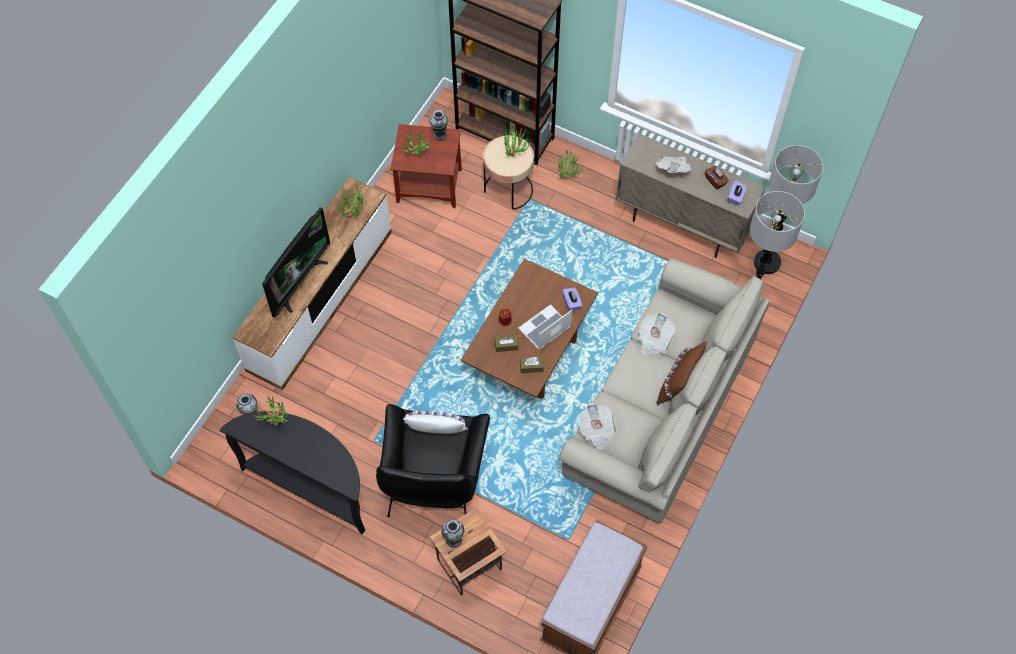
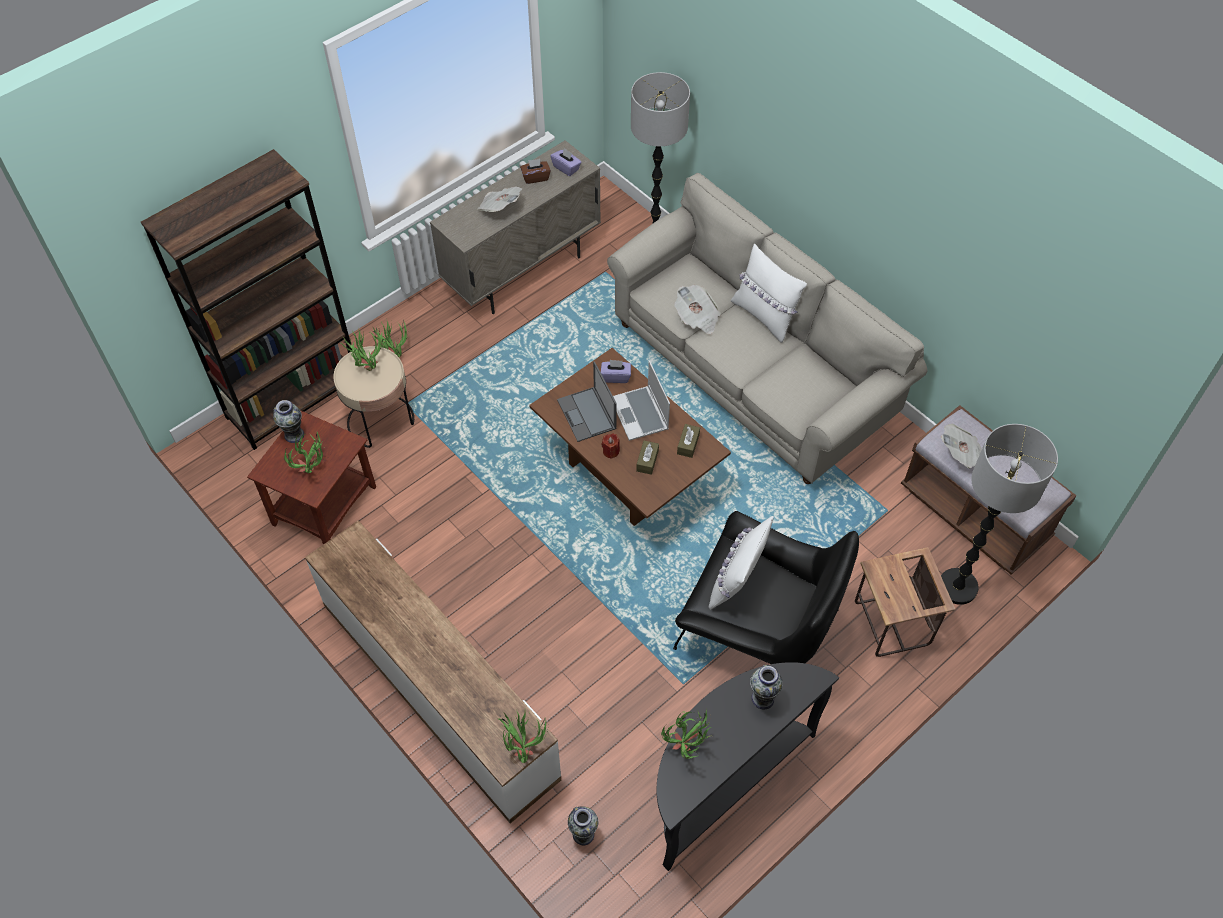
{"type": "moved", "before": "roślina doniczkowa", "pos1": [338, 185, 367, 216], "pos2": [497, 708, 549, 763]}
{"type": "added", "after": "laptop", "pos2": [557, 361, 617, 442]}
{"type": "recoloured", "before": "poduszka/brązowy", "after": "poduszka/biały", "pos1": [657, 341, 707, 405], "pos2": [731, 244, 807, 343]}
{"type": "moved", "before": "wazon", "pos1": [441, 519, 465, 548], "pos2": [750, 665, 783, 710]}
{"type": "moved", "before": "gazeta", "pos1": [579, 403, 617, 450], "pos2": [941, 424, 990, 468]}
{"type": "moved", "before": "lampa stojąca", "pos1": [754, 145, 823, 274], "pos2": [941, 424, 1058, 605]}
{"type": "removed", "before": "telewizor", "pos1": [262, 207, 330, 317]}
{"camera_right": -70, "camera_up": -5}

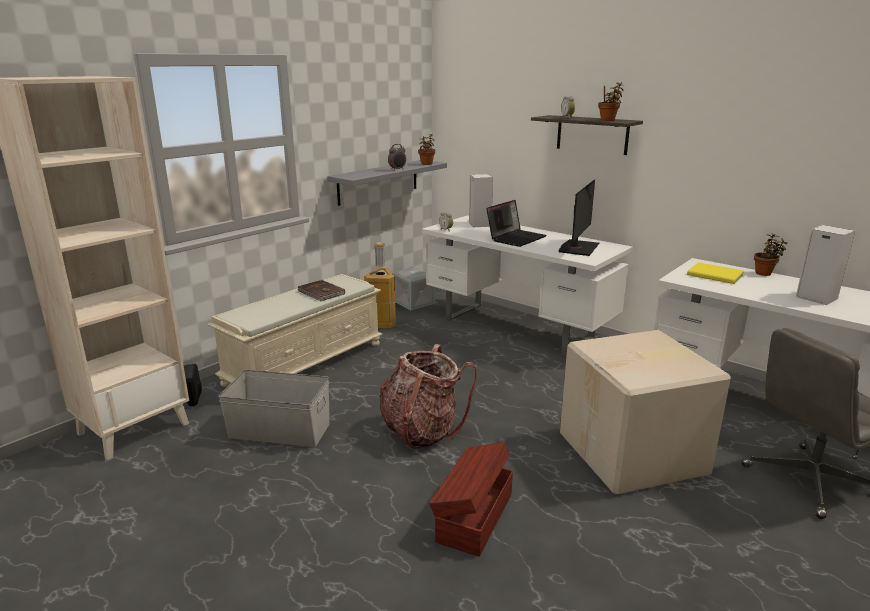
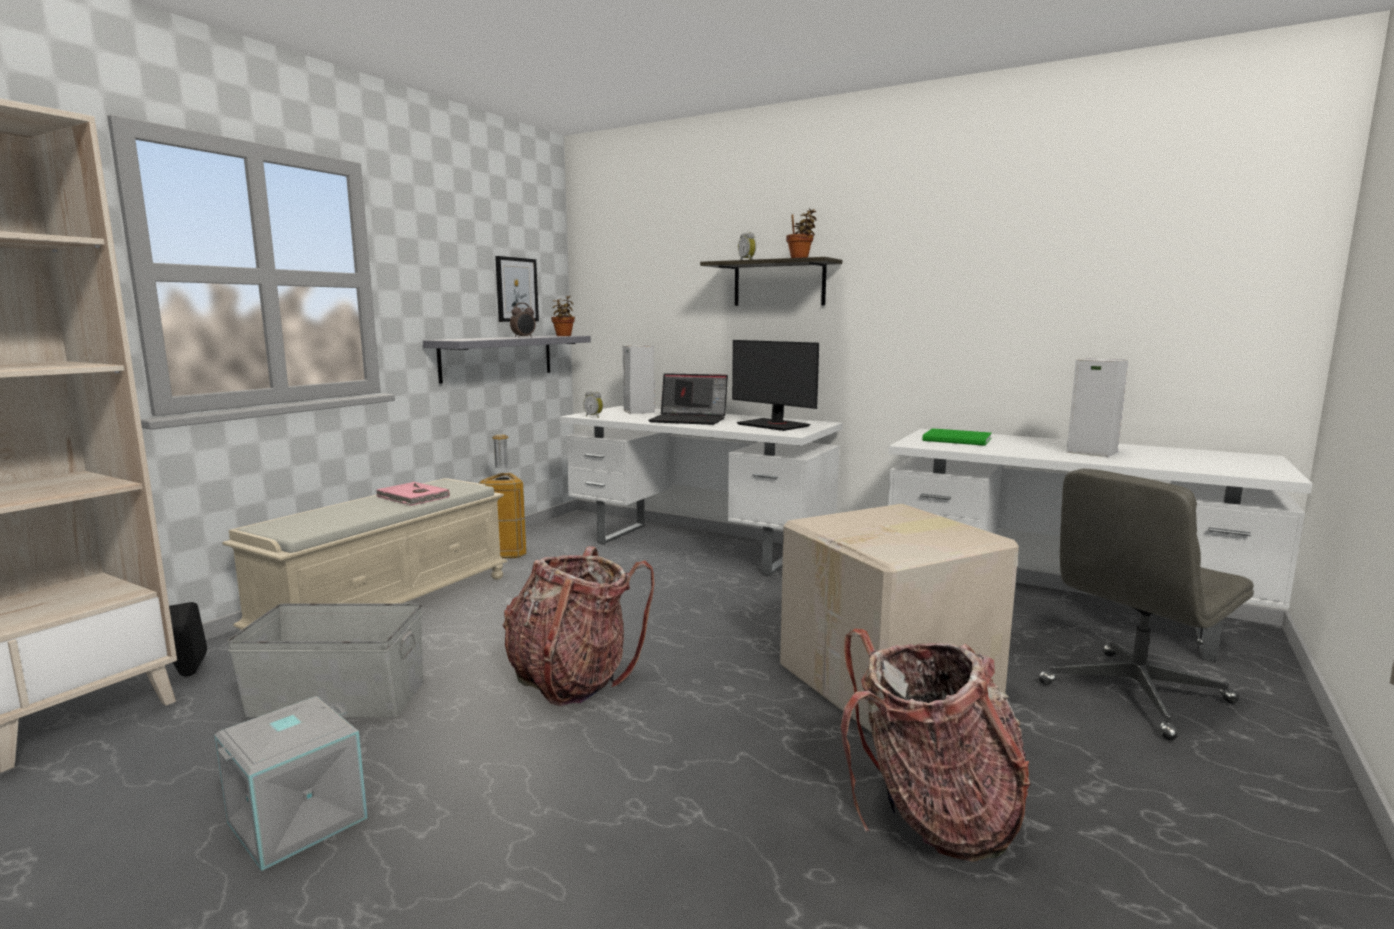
{"type": "moved", "before": "pojemnik do przechowywania/szary", "pos1": [393, 268, 435, 310], "pos2": [215, 696, 367, 871]}
{"type": "recoloured", "before": "książka/brązowy", "after": "książka/różowy", "pos1": [297, 280, 345, 301], "pos2": [376, 482, 449, 506]}
{"type": "added", "after": "obraz", "pos2": [495, 256, 539, 322]}
{"type": "turned", "before": "laptop", "pos1": [486, 200, 547, 247], "pos2": [648, 373, 728, 425], "turn": 75}
{"type": "turned", "before": "monitor", "pos1": [558, 180, 599, 256], "pos2": [732, 340, 819, 431], "turn": 120}
{"type": "added", "after": "plecak", "pos2": [841, 629, 1030, 862]}
{"type": "recoloured", "before": "książka/żółty", "after": "książka/zielony", "pos1": [687, 262, 744, 284], "pos2": [922, 428, 992, 446]}
{"type": "removed", "before": "pojemnik do przechowywania/brązowy", "pos1": [429, 442, 513, 557]}
{"type": "removed", "before": "roślina doniczkowa", "pos1": [754, 233, 788, 276]}
{"camera_right": -10, "camera_up": -10}

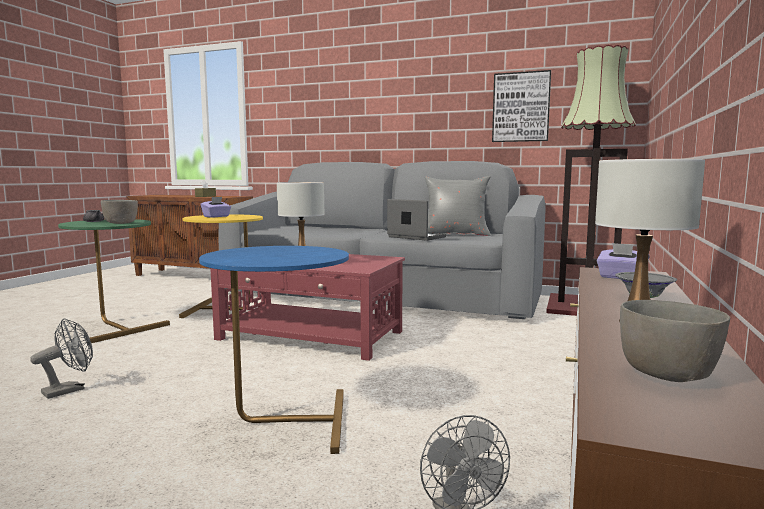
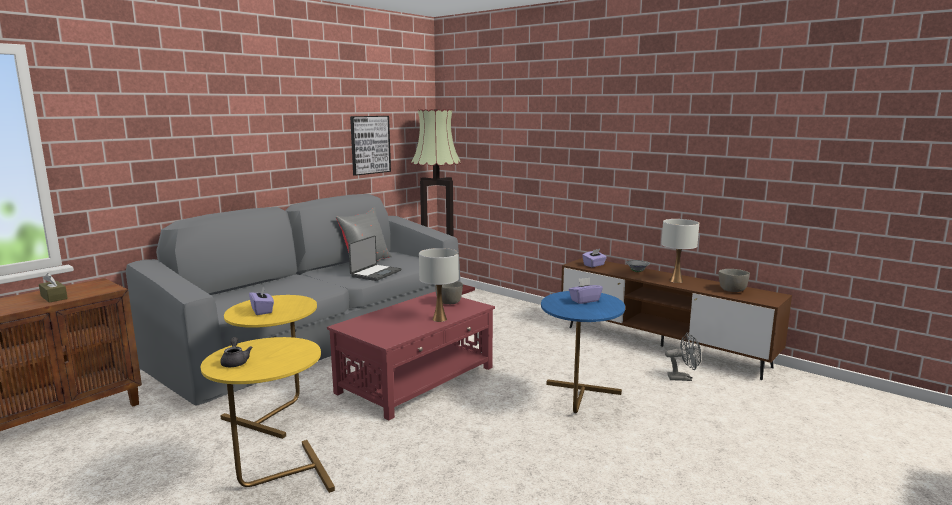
{"type": "recoloured", "before": "stolik/zielony", "after": "stolik/żółty", "pos1": [58, 219, 170, 343], "pos2": [201, 337, 335, 493]}
{"type": "turned", "before": "laptop", "pos1": [387, 199, 446, 241], "pos2": [348, 235, 401, 281], "turn": 150}
{"type": "moved", "before": "miska/szary", "pos1": [101, 200, 138, 224], "pos2": [435, 281, 463, 304]}
{"type": "added", "after": "pudełko chusteczek/fioletowy", "pos2": [569, 277, 603, 304]}
{"type": "removed", "before": "wentylator/szary", "pos1": [30, 318, 93, 399]}
{"camera_right": -70, "camera_up": 5}

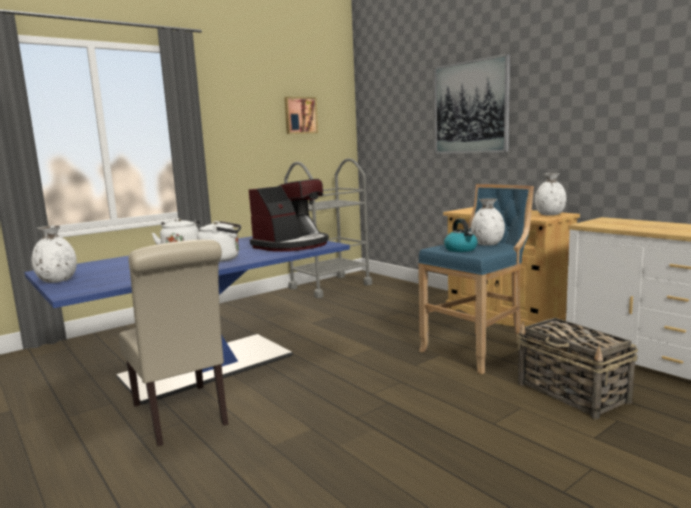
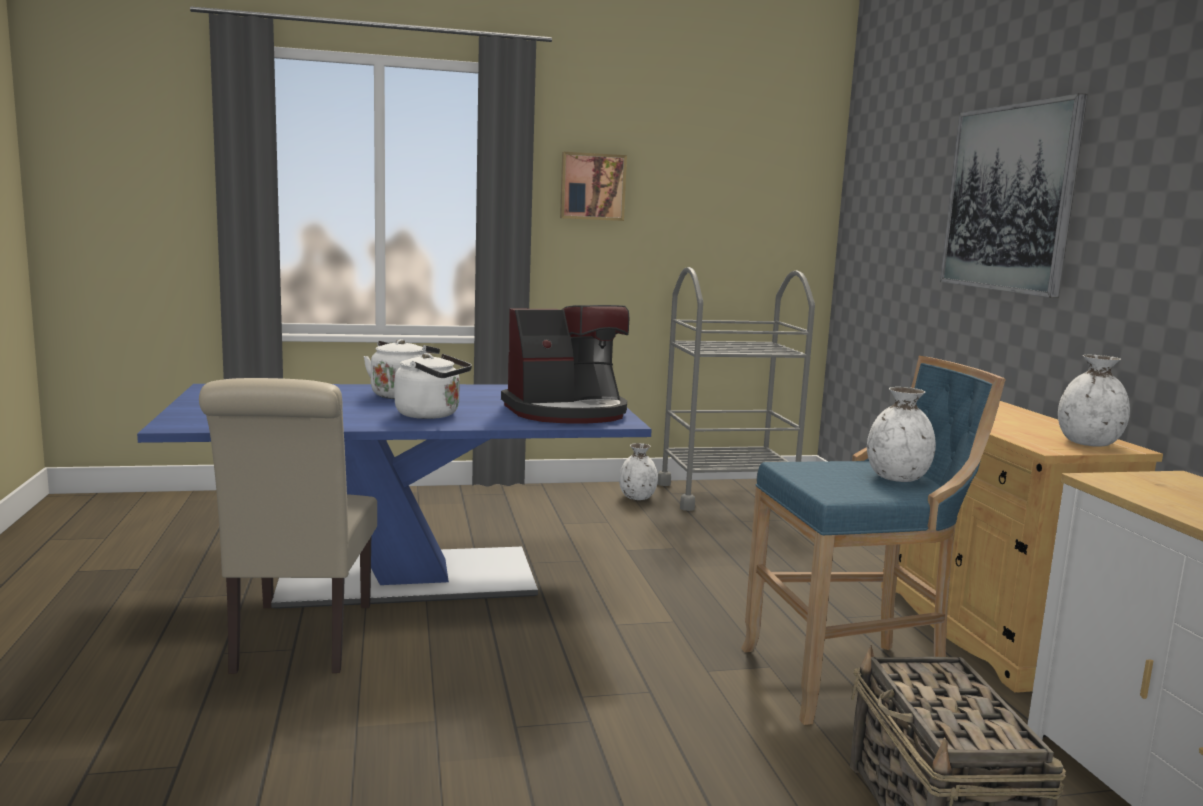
{"type": "moved", "before": "obraz", "pos1": [284, 97, 318, 134], "pos2": [560, 152, 627, 221]}
{"type": "moved", "before": "wazon/biały", "pos1": [32, 225, 77, 283], "pos2": [619, 443, 658, 500]}
{"type": "removed", "before": "czajnik", "pos1": [444, 219, 478, 252]}
{"camera_right": 25, "camera_up": 0}

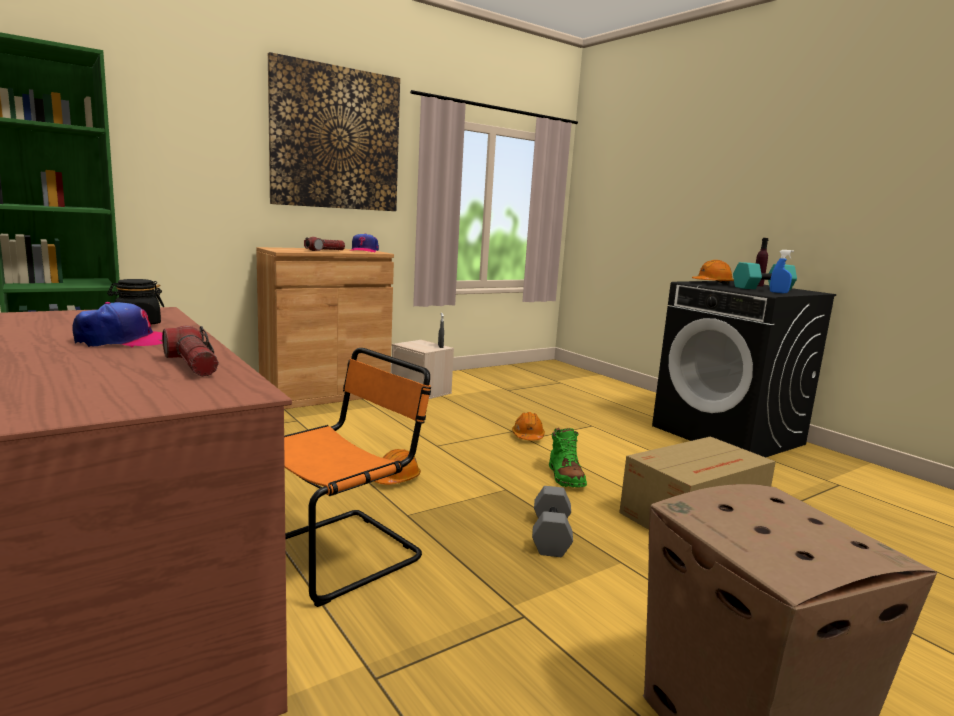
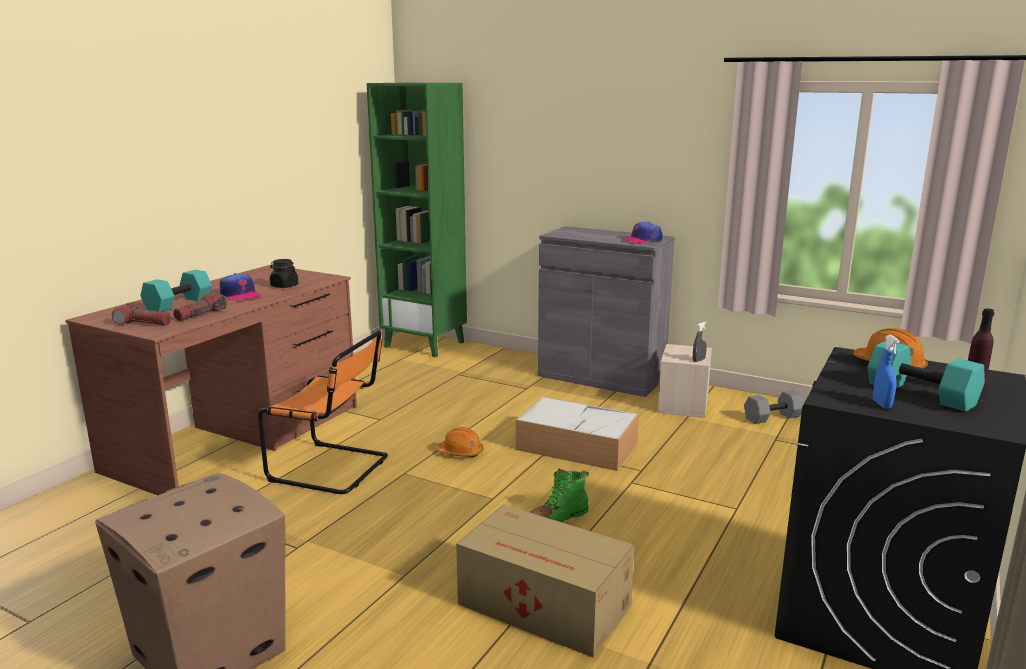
{"type": "moved", "before": "latarka", "pos1": [304, 237, 345, 251], "pos2": [112, 304, 171, 326]}
{"type": "added", "after": "hantel/turkusowy", "pos2": [140, 270, 212, 312]}
{"type": "added", "after": "pojemnik do przechowywania", "pos2": [516, 397, 639, 471]}
{"type": "recoloured", "before": "szafka/brązowy", "after": "szafka/szary", "pos1": [256, 247, 394, 409], "pos2": [538, 226, 674, 397]}
{"type": "moved", "before": "hantel/szary", "pos1": [532, 486, 573, 557], "pos2": [744, 390, 804, 424]}
{"type": "removed", "before": "obraz", "pos1": [268, 52, 400, 211]}
{"type": "removed", "before": "kask/pomarańczowy", "pos1": [512, 412, 545, 441]}
{"camera_right": 65, "camera_up": 5}

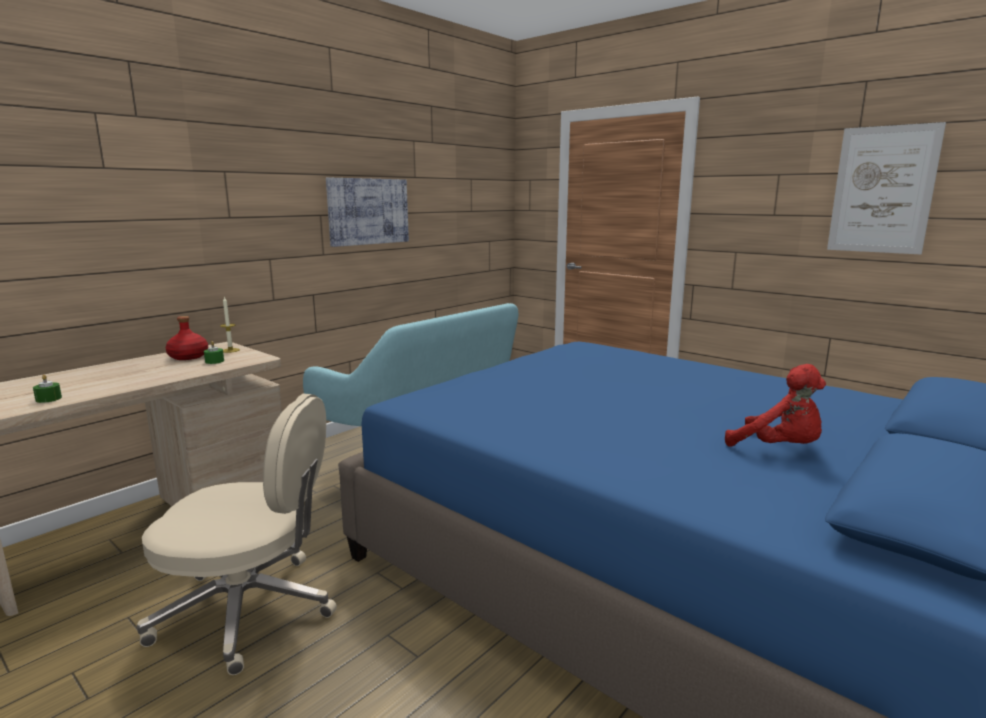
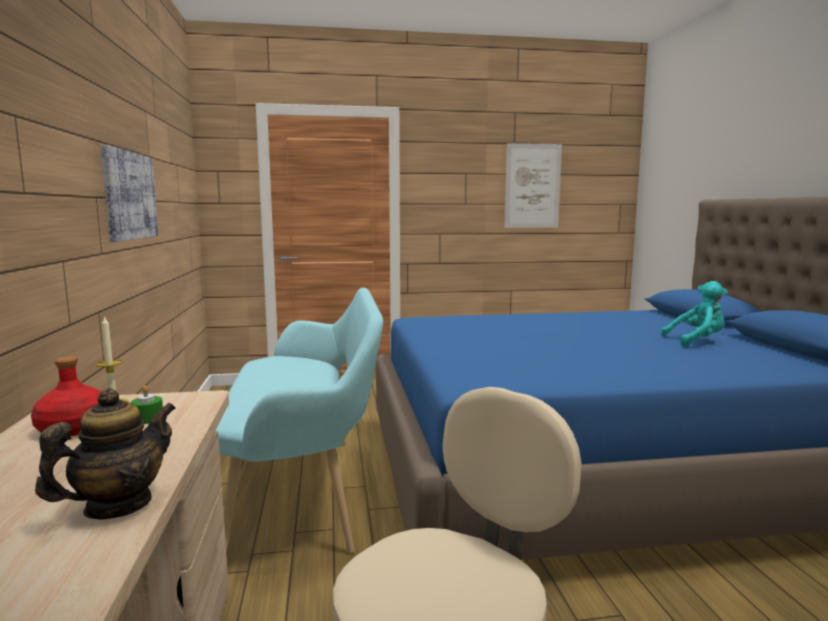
{"type": "added", "after": "imbryk", "pos2": [35, 387, 176, 520]}
{"type": "recoloured", "before": "pluszak/czerwony", "after": "pluszak/turkusowy", "pos1": [725, 364, 826, 447], "pos2": [661, 281, 728, 347]}
{"type": "removed", "before": "świeca/zielony", "pos1": [33, 374, 62, 403]}
{"camera_right": -50, "camera_up": -5}

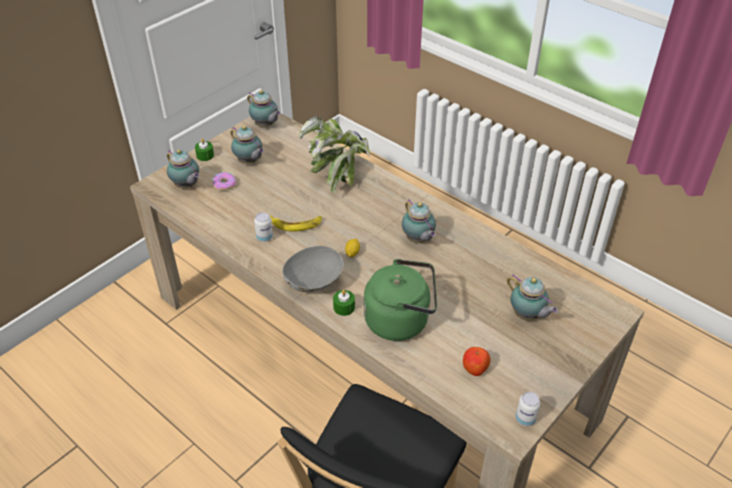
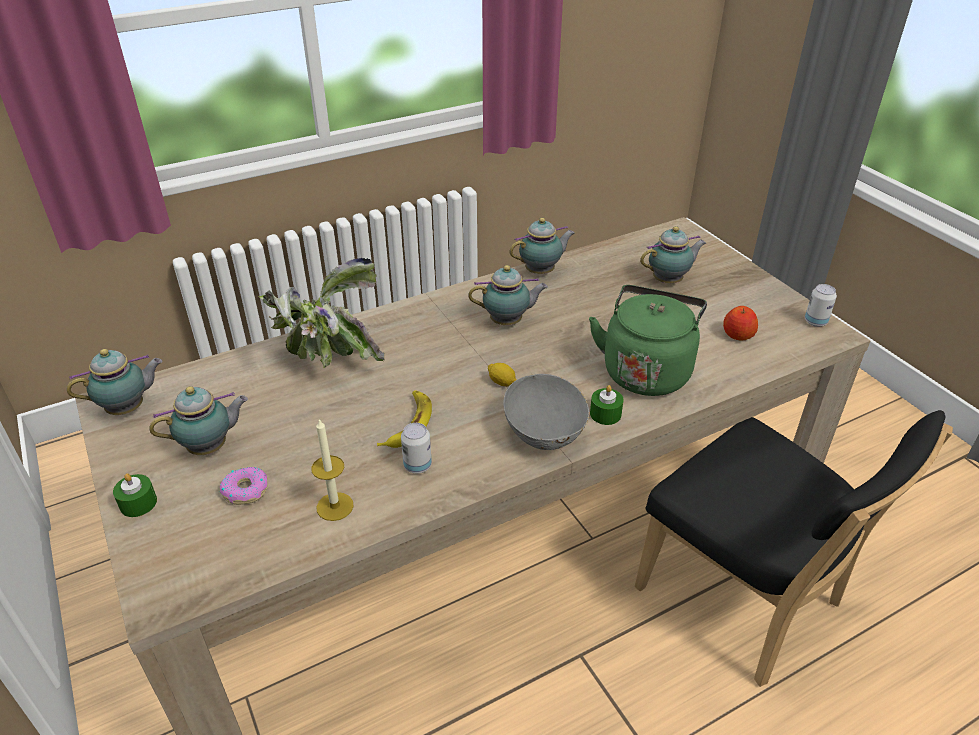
{"type": "added", "after": "świeca", "pos2": [311, 419, 354, 521]}
{"type": "moved", "before": "imbryk", "pos1": [167, 149, 200, 188], "pos2": [509, 218, 575, 274]}
{"camera_right": -70, "camera_up": -5}

